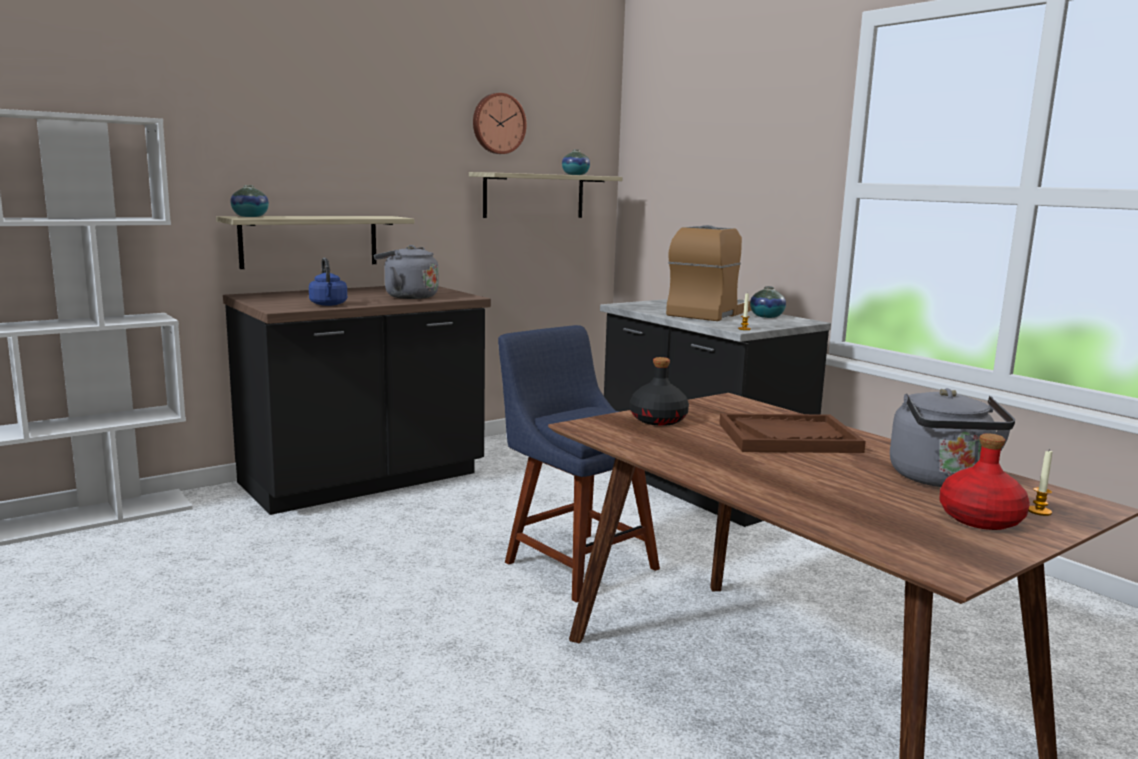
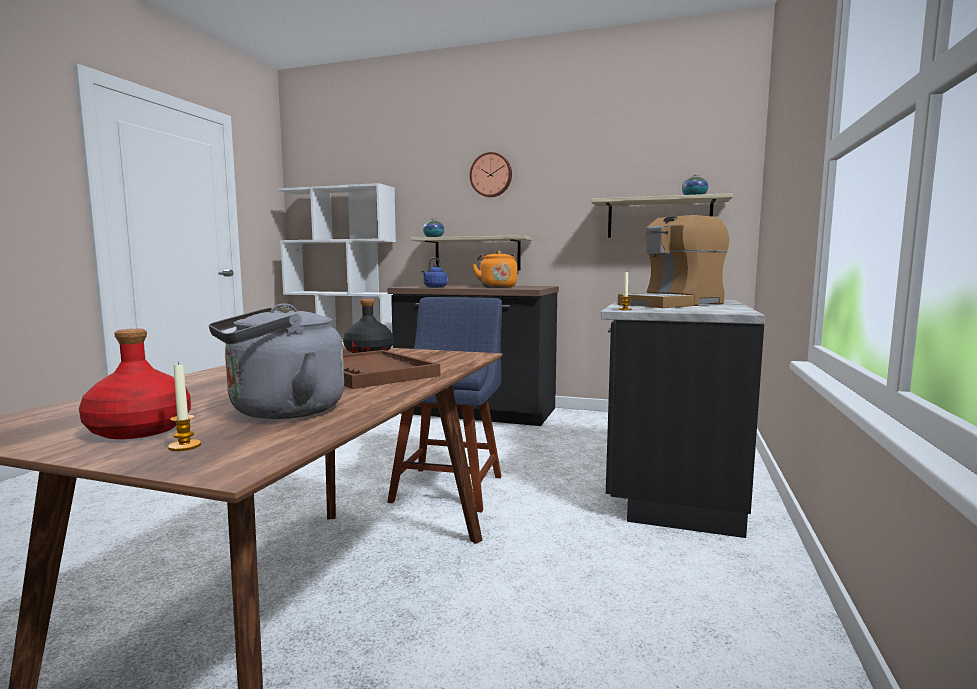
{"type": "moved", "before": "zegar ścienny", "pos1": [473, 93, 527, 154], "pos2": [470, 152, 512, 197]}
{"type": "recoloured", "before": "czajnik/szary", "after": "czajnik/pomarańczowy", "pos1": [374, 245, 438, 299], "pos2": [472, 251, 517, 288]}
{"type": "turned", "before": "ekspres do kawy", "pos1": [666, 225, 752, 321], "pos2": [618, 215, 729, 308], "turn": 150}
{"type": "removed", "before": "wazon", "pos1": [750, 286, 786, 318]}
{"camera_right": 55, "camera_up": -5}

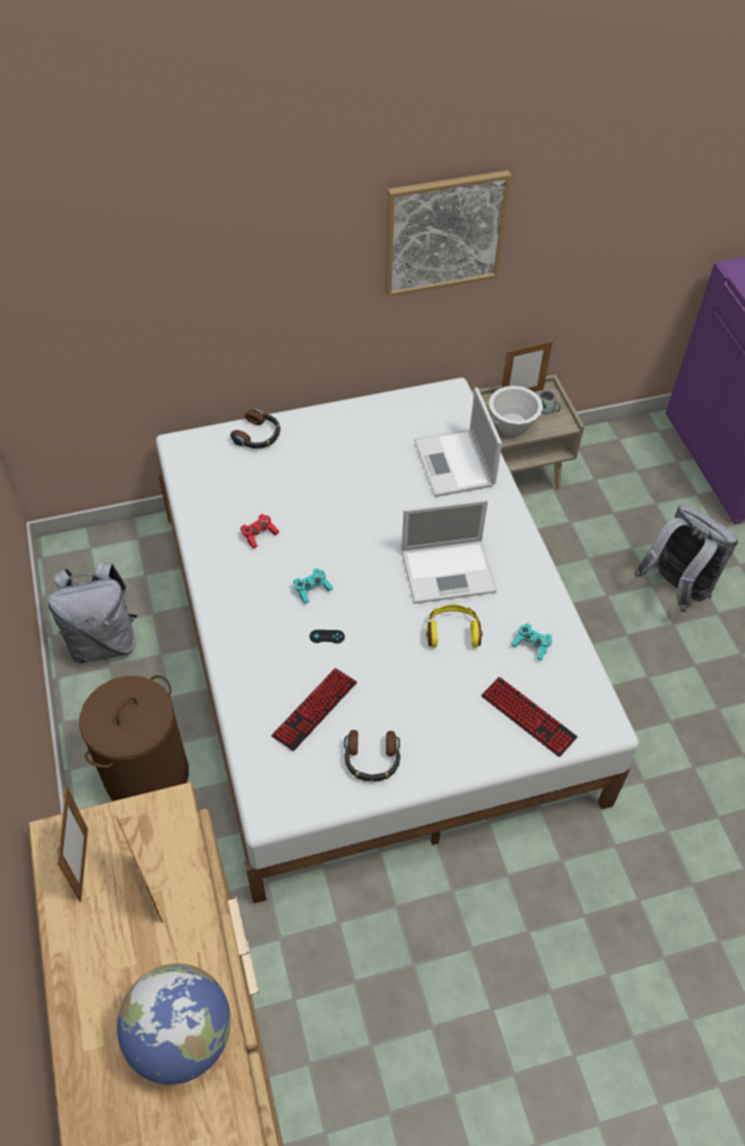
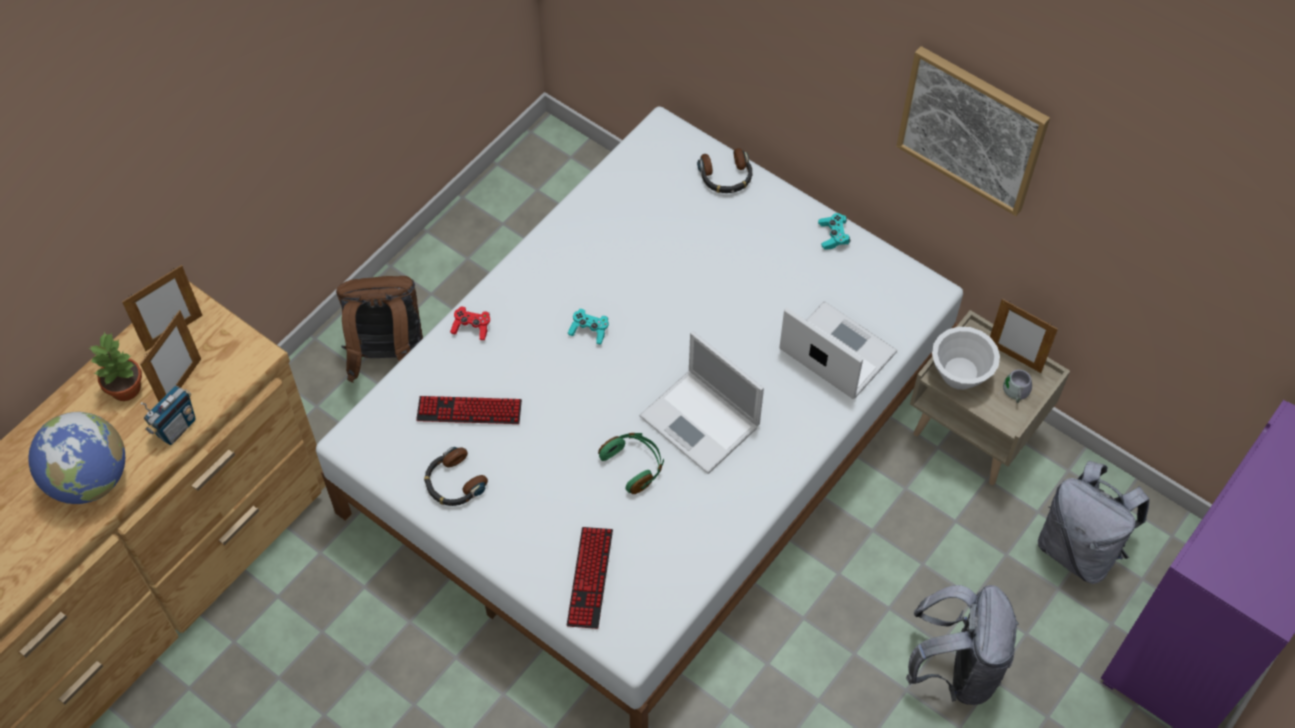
{"type": "added", "after": "roślina doniczkowa", "pos2": [89, 332, 142, 401]}
{"type": "added", "after": "radio", "pos2": [141, 385, 196, 445]}
{"type": "replaced", "before": "kosz na pranie/brązowy", "after": "plecak/brązowy", "pos1": [79, 675, 189, 801], "pos2": [336, 276, 423, 383]}
{"type": "moved", "before": "pad do gier/czerwony", "pos1": [240, 514, 279, 549], "pos2": [450, 306, 490, 340]}
{"type": "recoloured", "before": "słuchawki/żółty", "after": "słuchawki/zielony", "pos1": [426, 605, 482, 648], "pos2": [598, 433, 664, 494]}
{"type": "turned", "before": "laptop", "pos1": [414, 388, 502, 497], "pos2": [779, 301, 897, 399], "turn": 90}
{"type": "moved", "before": "pad do gier/turkusowy", "pos1": [511, 623, 552, 660], "pos2": [818, 213, 851, 250]}
{"type": "moved", "before": "plecak/szary", "pos1": [49, 561, 137, 663], "pos2": [1038, 461, 1149, 584]}
{"type": "removed", "before": "pad do gier/czarny", "pos1": [310, 630, 345, 644]}
{"camera_right": 55, "camera_up": 5}

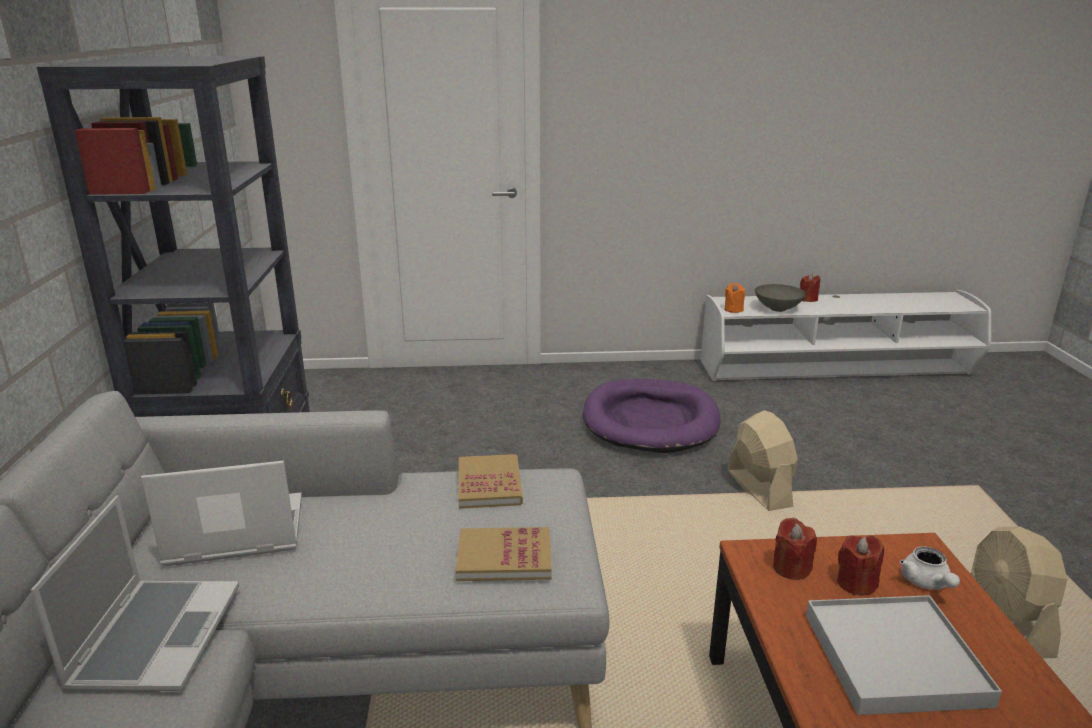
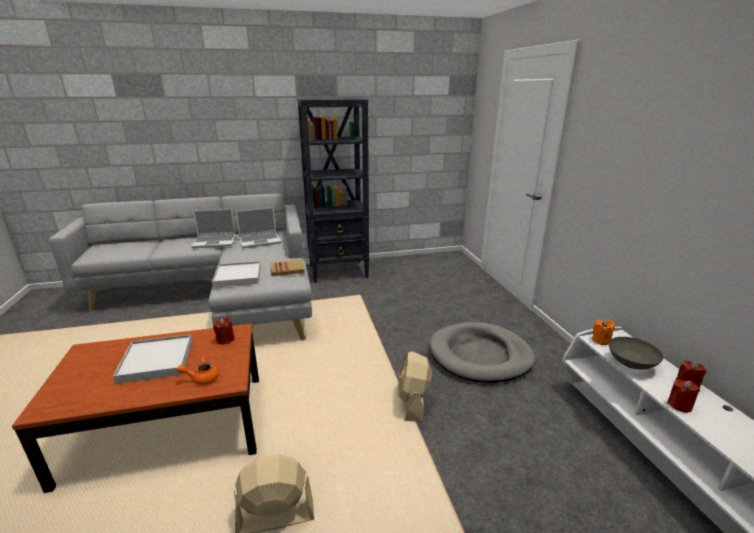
{"type": "recoloured", "before": "imbryk/biały", "after": "imbryk/pomarańczowy", "pos1": [900, 546, 960, 590], "pos2": [177, 357, 219, 385]}
{"type": "replaced", "before": "książka", "after": "taca/biały", "pos1": [456, 527, 552, 581], "pos2": [212, 261, 261, 287]}
{"type": "turned", "before": "laptop", "pos1": [141, 461, 302, 566], "pos2": [235, 207, 281, 248], "turn": 90}
{"type": "turned", "before": "wentylator/beżowy", "pos1": [728, 410, 798, 511], "pos2": [398, 352, 432, 422], "turn": 120}
{"type": "recoloured", "before": "legowisko/fioletowy", "after": "legowisko/szary", "pos1": [583, 379, 721, 453], "pos2": [429, 322, 535, 383]}
{"type": "moved", "before": "świeca/czerwony", "pos1": [837, 535, 884, 596], "pos2": [667, 379, 700, 413]}
{"camera_right": 80, "camera_up": 0}

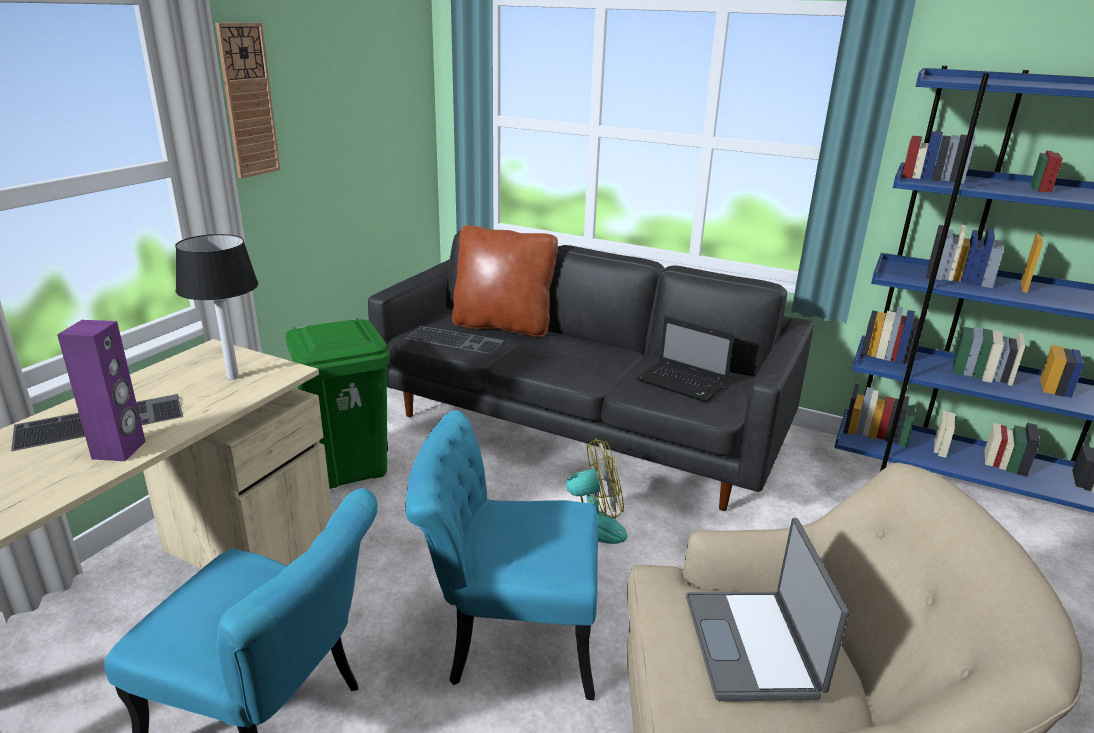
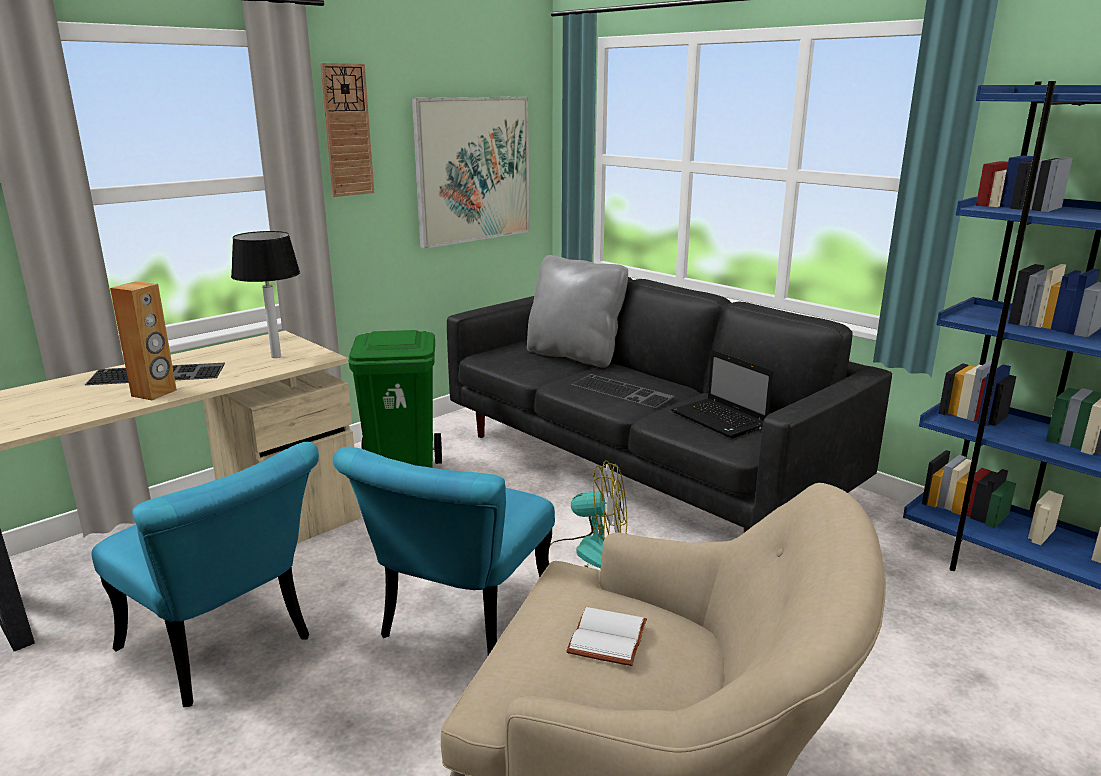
{"type": "recoloured", "before": "głośnik/fioletowy", "after": "głośnik/brązowy", "pos1": [57, 320, 146, 461], "pos2": [110, 281, 177, 400]}
{"type": "turned", "before": "krzesło/turkusowy", "pos1": [405, 411, 598, 700], "pos2": [332, 447, 555, 655], "turn": -90}
{"type": "added", "after": "obraz", "pos2": [412, 97, 529, 249]}
{"type": "recoloured", "before": "poduszka/brązowy", "after": "poduszka/szary", "pos1": [452, 225, 558, 337], "pos2": [527, 255, 628, 368]}
{"type": "replaced", "before": "laptop", "after": "książka/biały", "pos1": [686, 518, 849, 701], "pos2": [566, 607, 647, 666]}
{"type": "moved", "before": "klawiatura", "pos1": [405, 326, 504, 354], "pos2": [571, 374, 675, 408]}
{"camera_right": 20, "camera_up": -5}

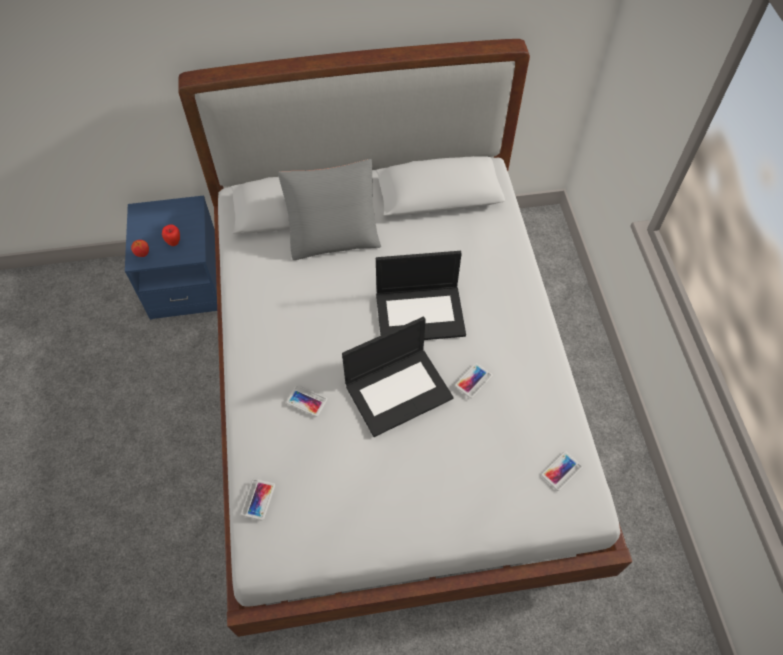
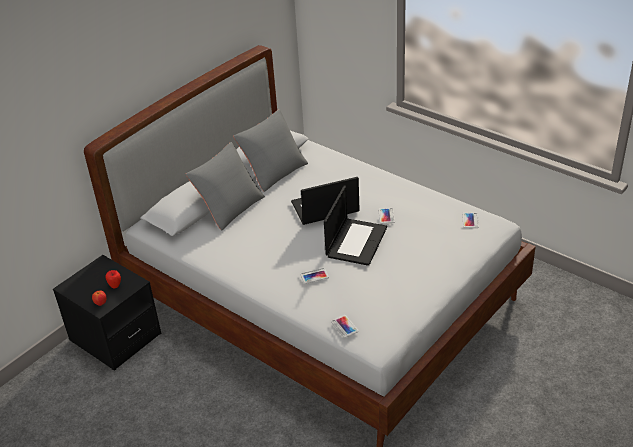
{"type": "recoloured", "before": "szafka nocna/niebieski", "after": "szafka nocna/czarny", "pos1": [125, 195, 217, 320], "pos2": [53, 255, 161, 371]}
{"type": "added", "after": "poduszka/szary", "pos2": [233, 109, 308, 192]}
{"type": "turned", "before": "laptop", "pos1": [376, 251, 466, 340], "pos2": [291, 177, 360, 225], "turn": -150}
{"camera_right": -40, "camera_up": -20}

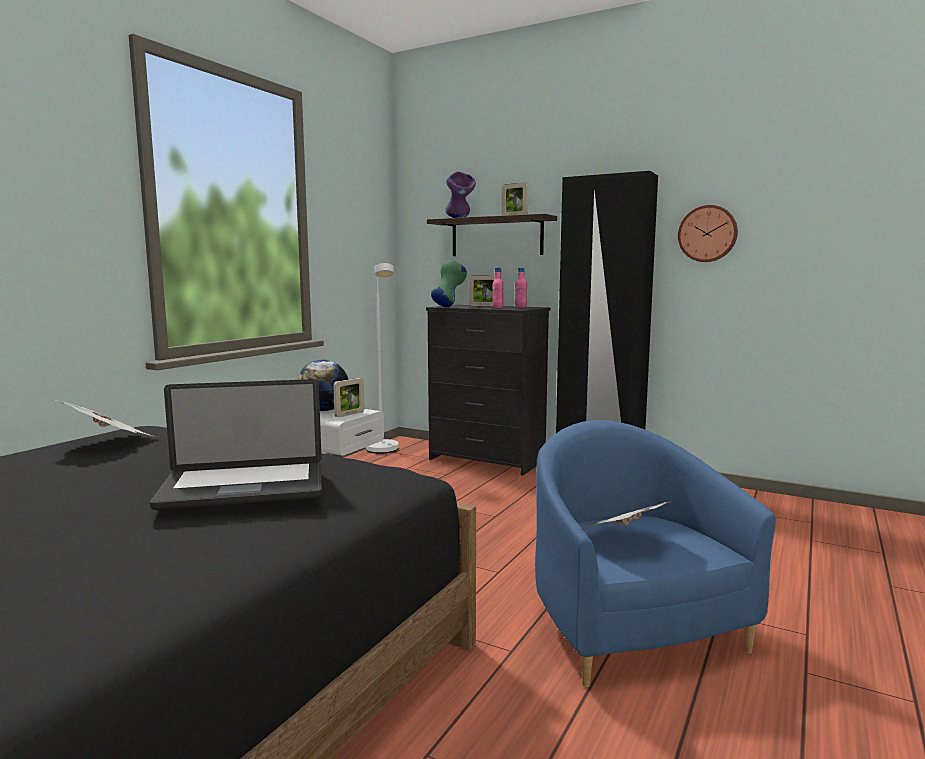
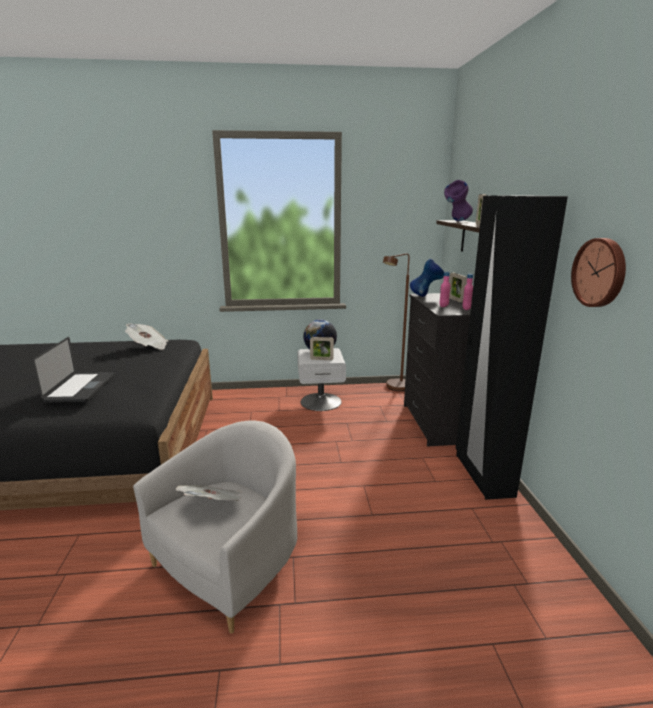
{"type": "turned", "before": "laptop", "pos1": [150, 379, 322, 510], "pos2": [33, 337, 115, 403], "turn": -135}
{"type": "recoloured", "before": "fotel/niebieski", "after": "fotel/biały", "pos1": [535, 420, 776, 687], "pos2": [133, 420, 297, 633]}
{"type": "recoloured", "before": "lampa stojąca/biały", "after": "lampa stojąca/brązowy", "pos1": [366, 263, 399, 454], "pos2": [383, 253, 409, 391]}
{"type": "recoloured", "before": "wazon/zielony", "after": "wazon/niebieski", "pos1": [431, 260, 467, 307], "pos2": [410, 259, 444, 297]}
{"camera_right": 55, "camera_up": 10}

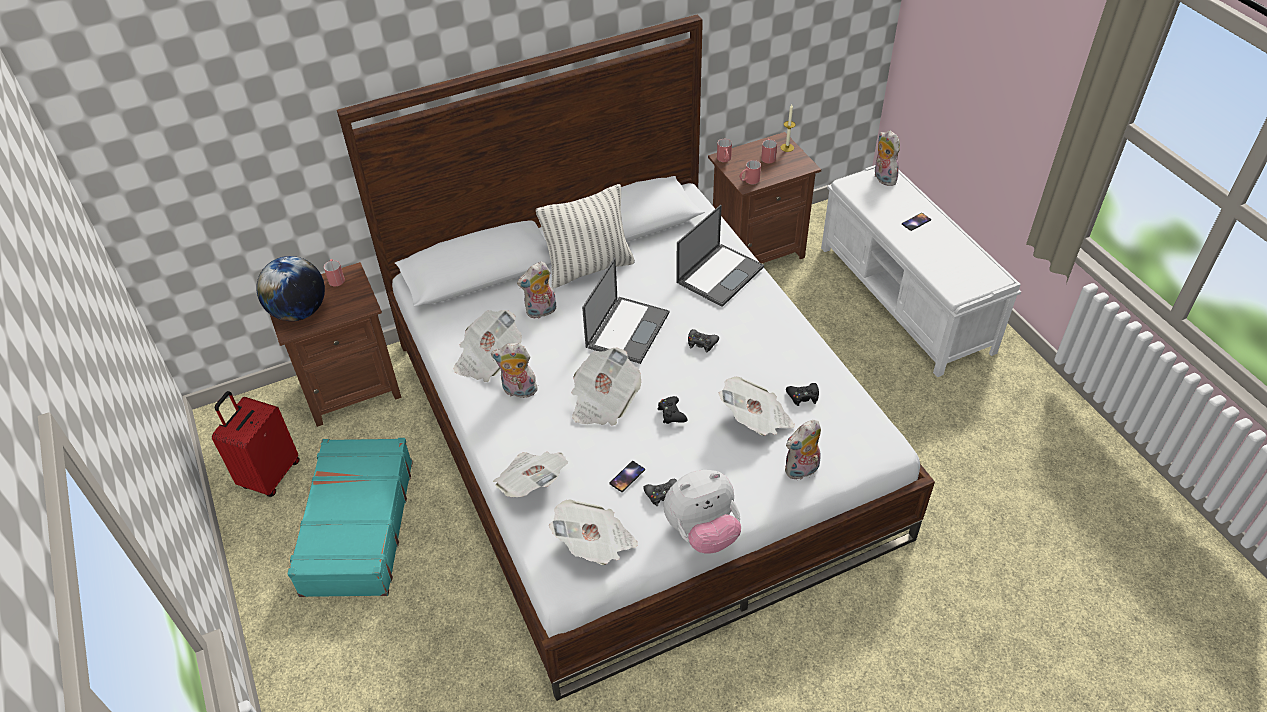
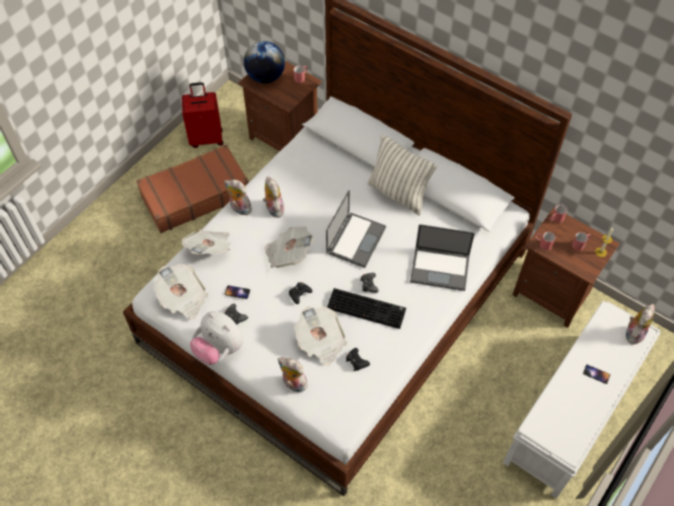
{"type": "recoloured", "before": "walizka/turkusowy", "after": "walizka/brązowy", "pos1": [287, 438, 413, 597], "pos2": [136, 145, 249, 233]}
{"type": "moved", "before": "pluszak", "pos1": [517, 262, 556, 319], "pos2": [224, 180, 252, 215]}
{"type": "turned", "before": "laptop", "pos1": [582, 258, 669, 364], "pos2": [326, 190, 386, 268], "turn": -60}
{"type": "added", "after": "klawiatura", "pos2": [327, 288, 406, 329]}
{"type": "removed", "before": "gazeta", "pos1": [453, 310, 522, 382]}
{"camera_right": 60, "camera_up": 10}

